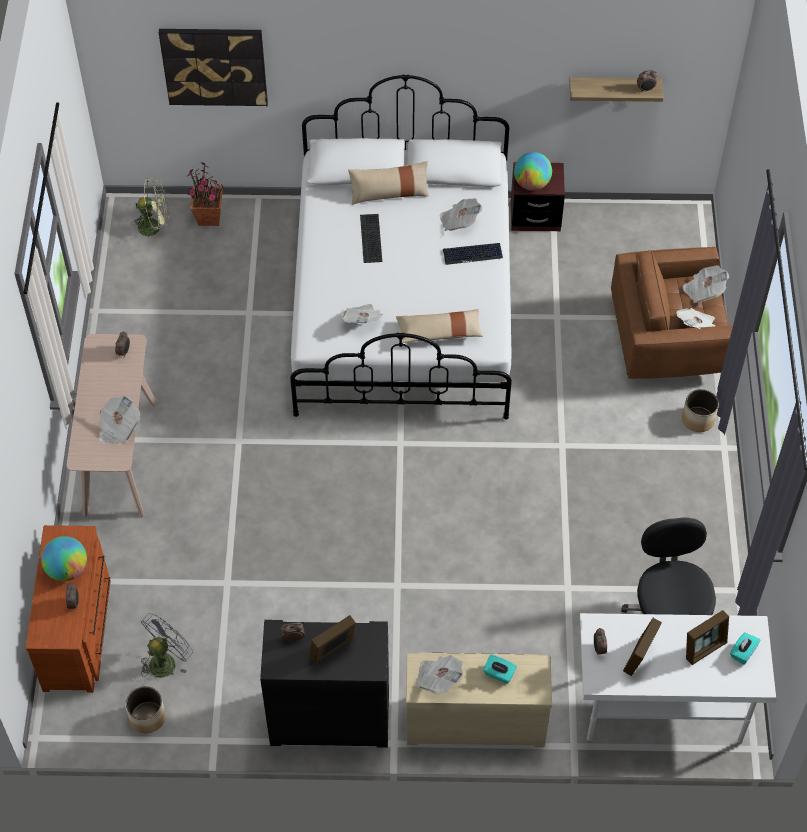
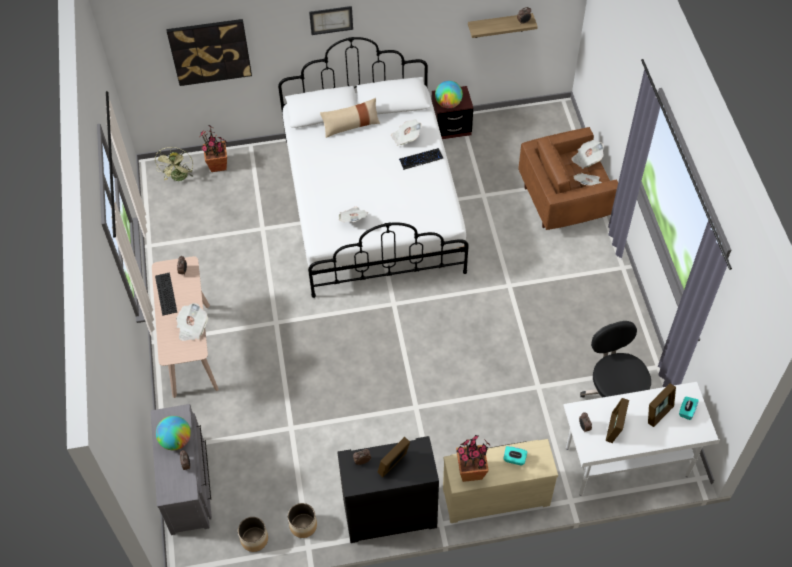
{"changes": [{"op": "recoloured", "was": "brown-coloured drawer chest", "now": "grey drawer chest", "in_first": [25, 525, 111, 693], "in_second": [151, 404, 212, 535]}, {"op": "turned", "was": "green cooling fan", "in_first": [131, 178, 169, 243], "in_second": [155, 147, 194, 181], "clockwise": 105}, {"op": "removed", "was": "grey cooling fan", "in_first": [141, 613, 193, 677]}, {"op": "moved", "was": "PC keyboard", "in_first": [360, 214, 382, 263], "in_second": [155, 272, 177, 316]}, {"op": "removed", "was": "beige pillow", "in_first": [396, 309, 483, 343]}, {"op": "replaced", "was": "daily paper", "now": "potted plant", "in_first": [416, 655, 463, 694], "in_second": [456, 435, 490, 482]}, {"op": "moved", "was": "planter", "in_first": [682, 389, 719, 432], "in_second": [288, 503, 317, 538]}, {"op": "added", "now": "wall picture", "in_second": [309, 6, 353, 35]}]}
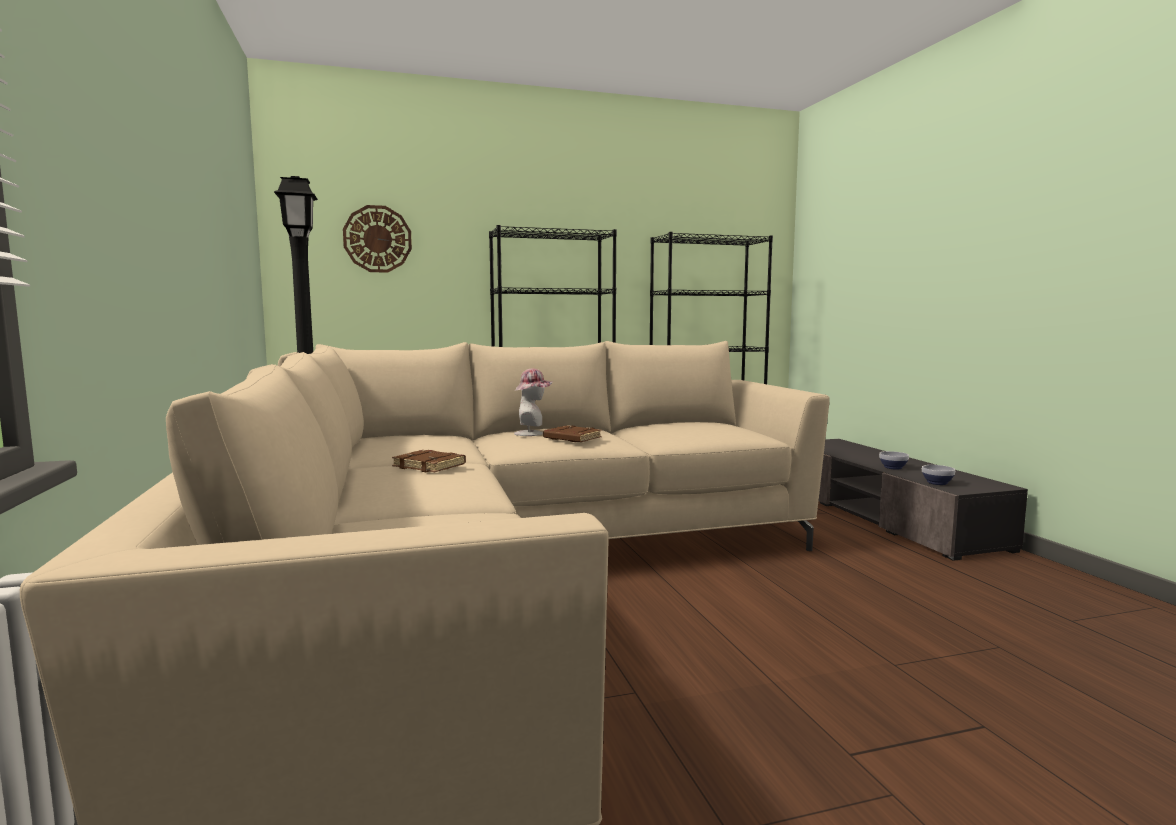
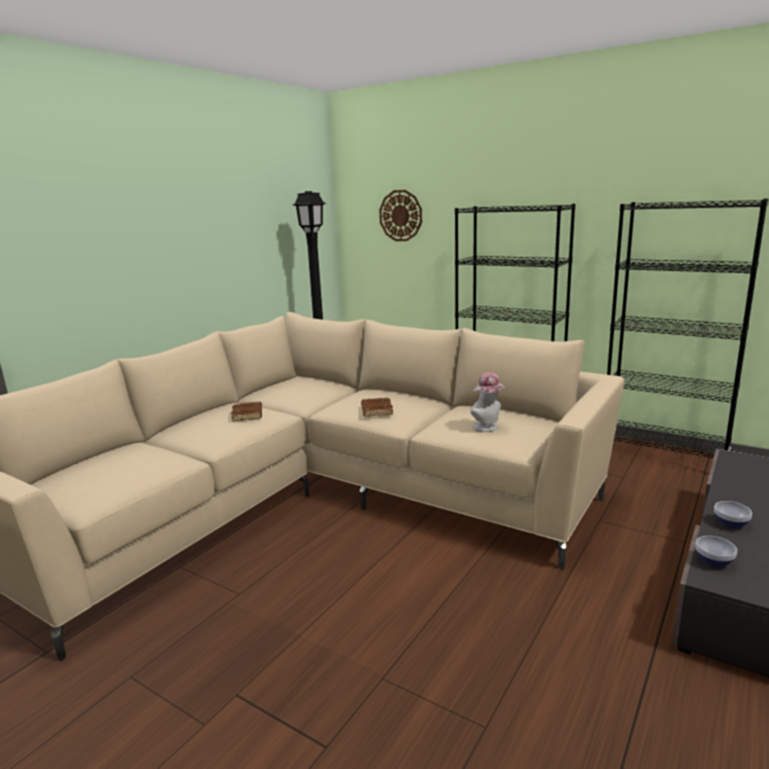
{"changes": [{"op": "moved", "was": "clothing hat", "in_first": [514, 368, 553, 436], "in_second": [470, 372, 505, 432]}]}
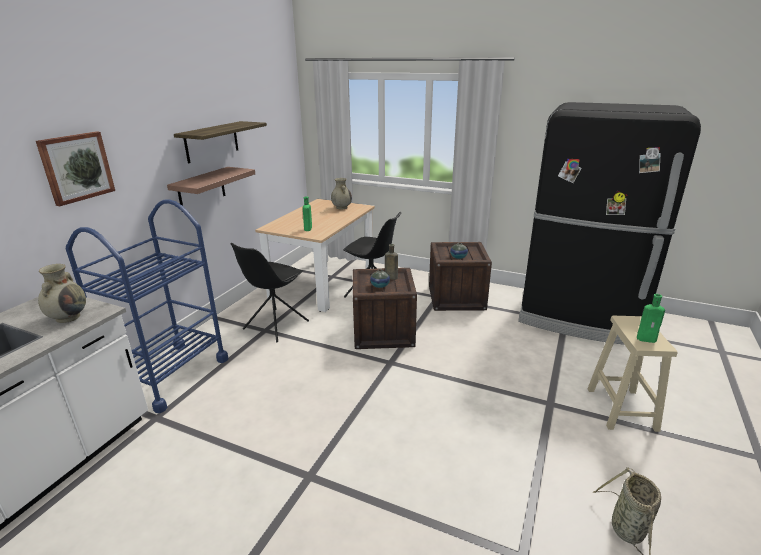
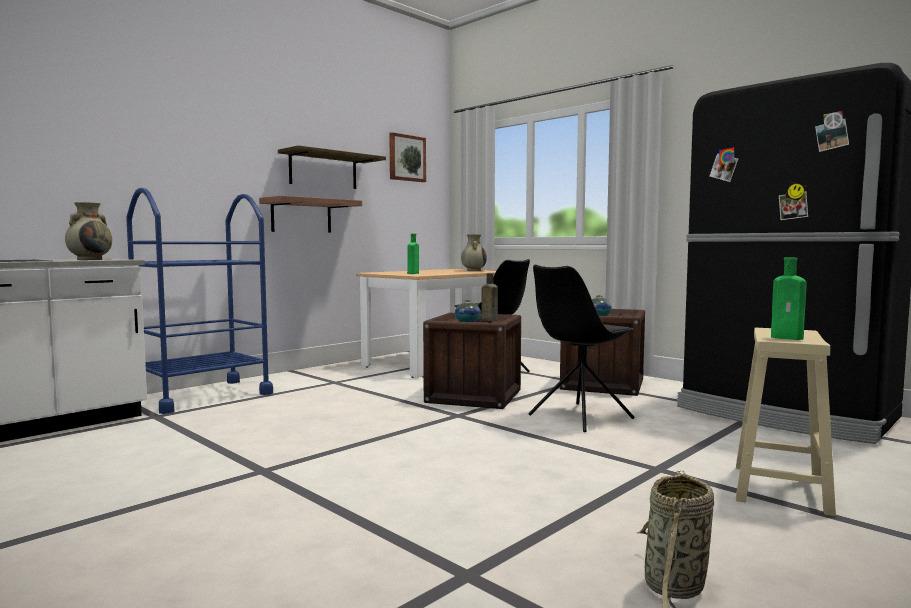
{"changes": [{"op": "moved", "was": "wall picture", "in_first": [36, 131, 115, 206], "in_second": [389, 132, 426, 182]}, {"op": "moved", "was": "black-coloured plain chair", "in_first": [230, 243, 309, 342], "in_second": [528, 265, 635, 432]}]}
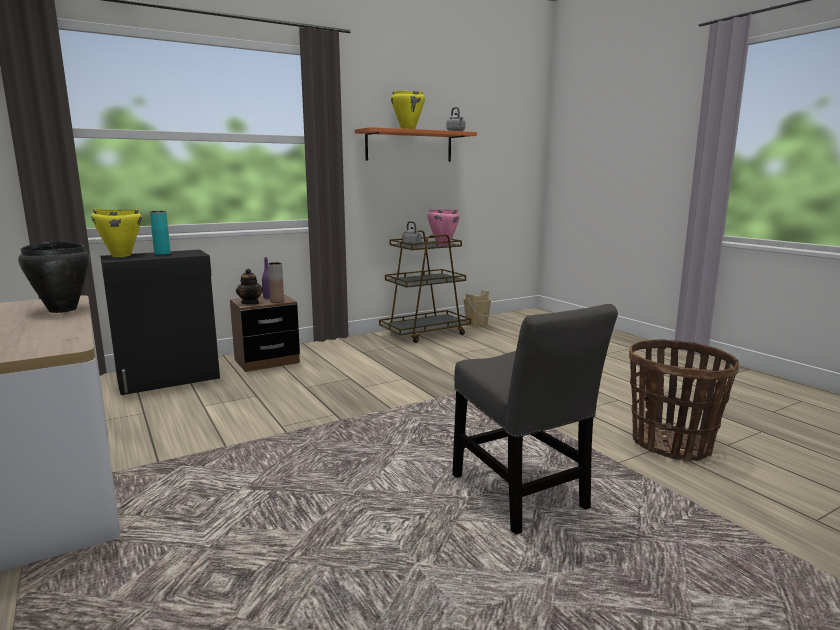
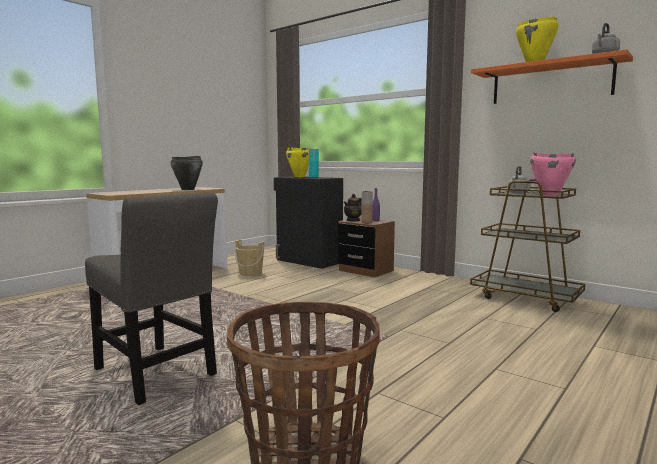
{"changes": [{"op": "turned", "was": "grey plain chair", "in_first": [452, 304, 618, 535], "in_second": [85, 192, 218, 405], "clockwise": -90}, {"op": "moved", "was": "beige pail", "in_first": [464, 290, 491, 327], "in_second": [235, 240, 265, 276]}]}
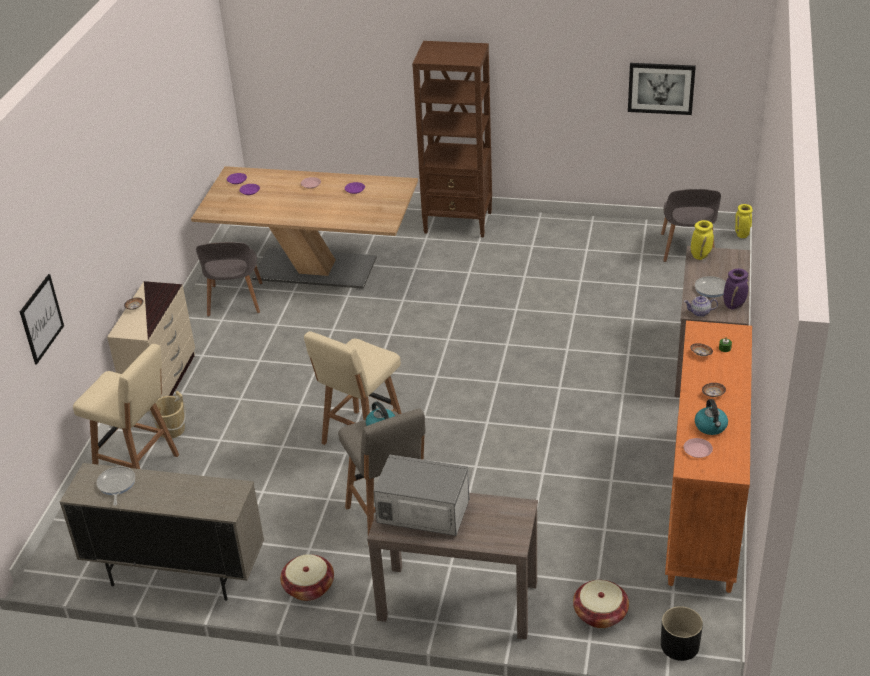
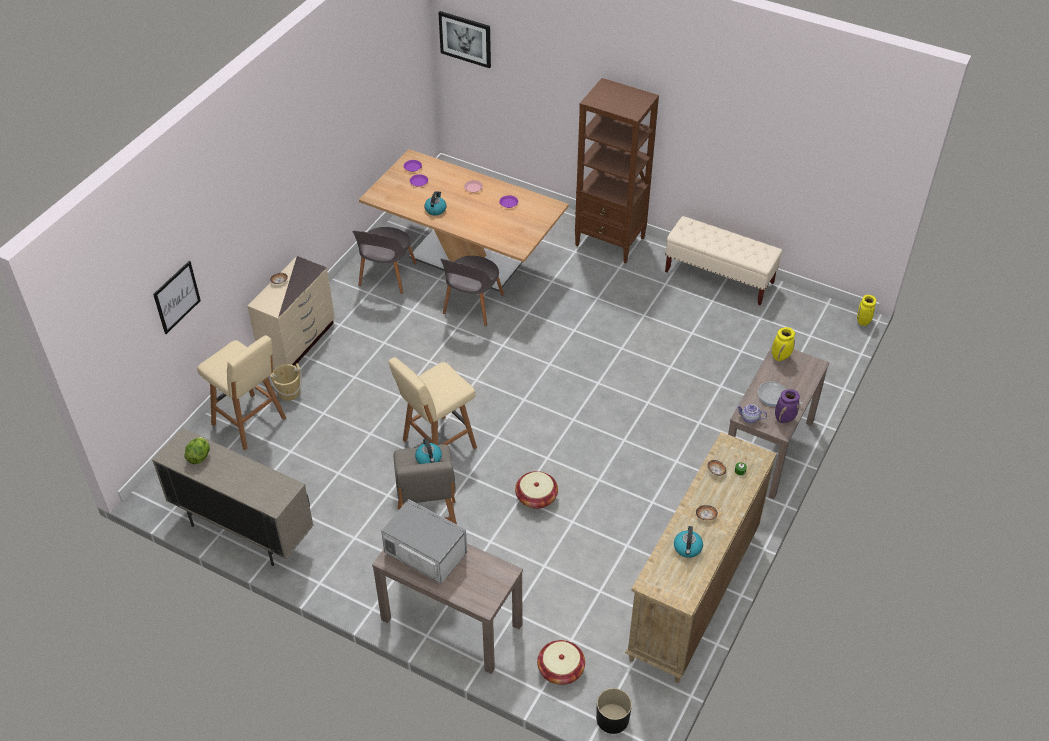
{"changes": [{"op": "replaced", "was": "pan", "now": "lettuce head", "in_first": [96, 466, 135, 506], "in_second": [184, 437, 210, 464]}, {"op": "moved", "was": "basket", "in_first": [280, 554, 334, 601], "in_second": [515, 471, 558, 509]}, {"op": "moved", "was": "wall picture", "in_first": [628, 63, 696, 115], "in_second": [438, 11, 491, 68]}, {"op": "moved", "was": "grey plain chair", "in_first": [661, 189, 721, 262], "in_second": [440, 256, 504, 326]}, {"op": "recoloured", "was": "orange-coloured drawer chest", "now": "beige drawer chest", "in_first": [665, 321, 752, 593], "in_second": [625, 432, 776, 683]}, {"op": "removed", "was": "pink plate", "in_first": [683, 438, 713, 458]}, {"op": "added", "now": "kettle", "in_second": [424, 191, 447, 216]}, {"op": "added", "now": "beige bench", "in_second": [665, 216, 782, 306]}]}
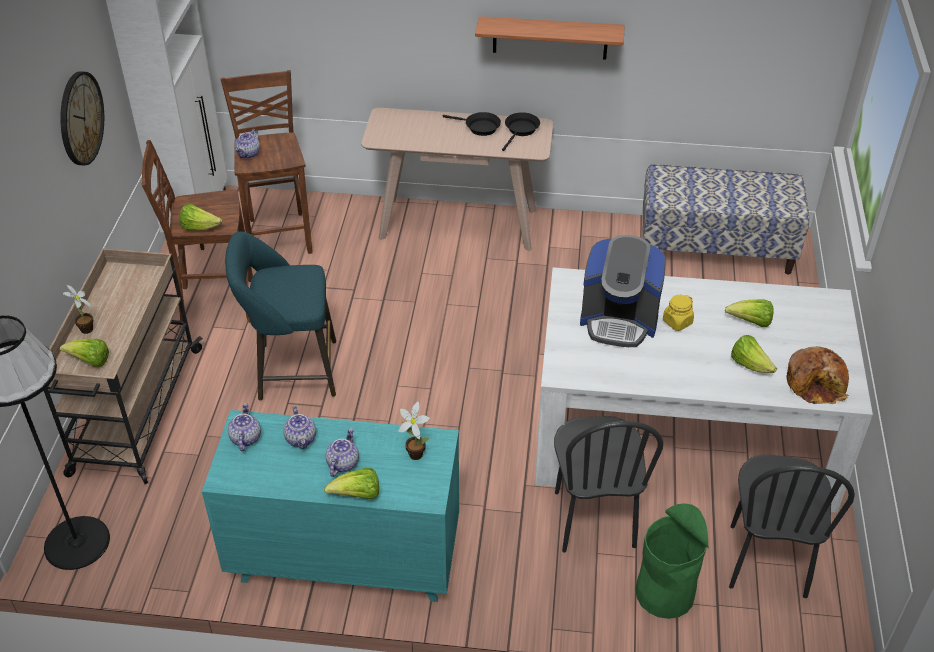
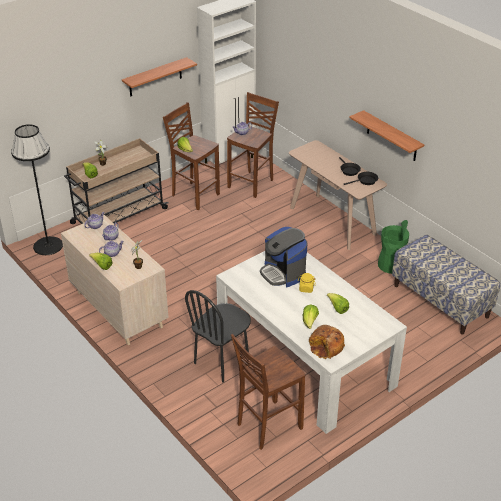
{"changes": [{"op": "replaced", "was": "wall clock", "now": "shelf", "in_first": [60, 71, 104, 166], "in_second": [122, 57, 197, 96]}, {"op": "recoloured", "was": "turquoise drawer chest", "now": "beige drawer chest", "in_first": [202, 410, 459, 602], "in_second": [61, 215, 169, 345]}, {"op": "removed", "was": "turquoise stool seat", "in_first": [225, 232, 336, 400]}, {"op": "moved", "was": "green trash can", "in_first": [635, 503, 708, 619], "in_second": [378, 220, 409, 274]}, {"op": "replaced", "was": "black-coloured plain chair", "now": "brown-coloured stool seat", "in_first": [729, 455, 855, 598], "in_second": [231, 334, 305, 450]}]}
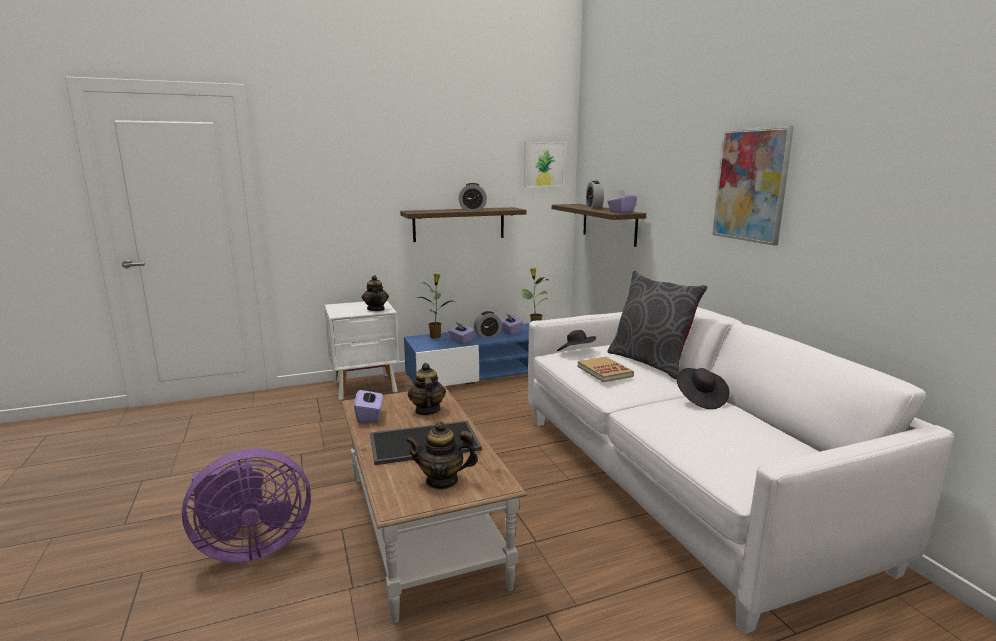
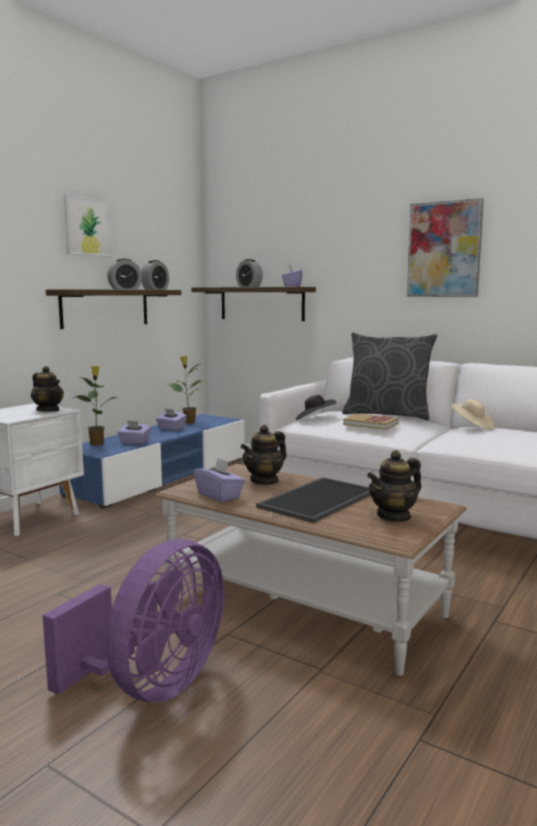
{"changes": [{"op": "turned", "was": "tea pot", "in_first": [408, 363, 446, 415], "in_second": [241, 425, 287, 485], "clockwise": -90}, {"op": "moved", "was": "table clock", "in_first": [474, 311, 502, 338], "in_second": [141, 260, 169, 290]}, {"op": "moved", "was": "wall picture", "in_first": [524, 142, 565, 188], "in_second": [64, 194, 113, 257]}, {"op": "recoloured", "was": "black-coloured clothing hat", "now": "beige clothing hat", "in_first": [677, 368, 729, 409], "in_second": [451, 399, 494, 430]}]}
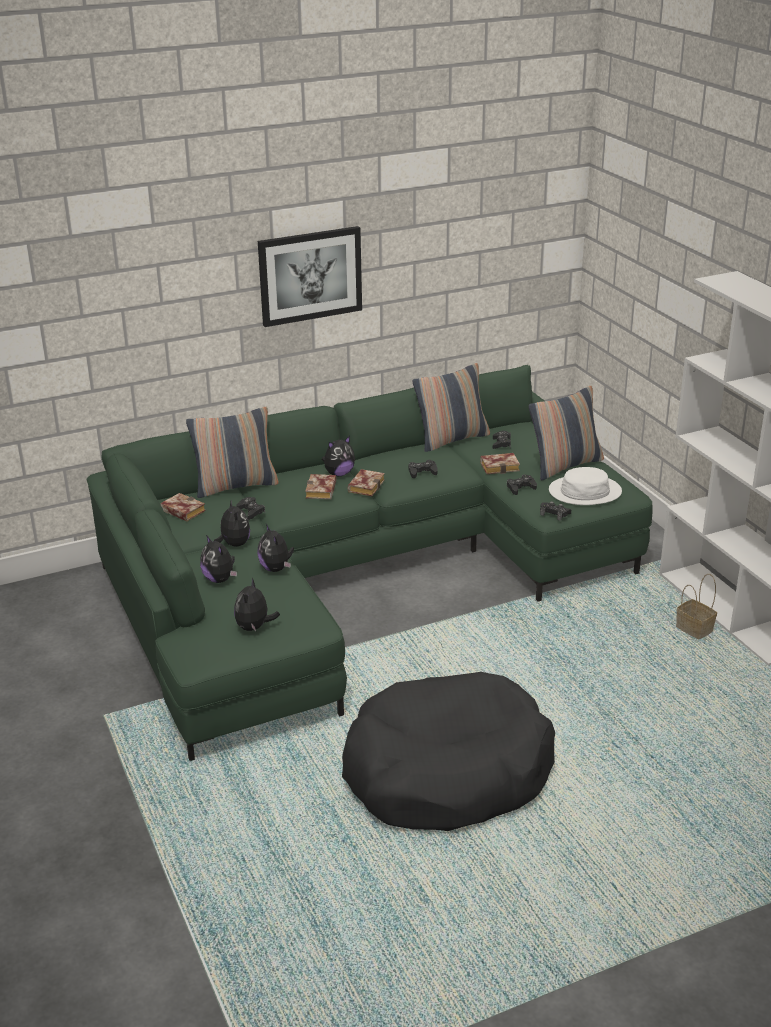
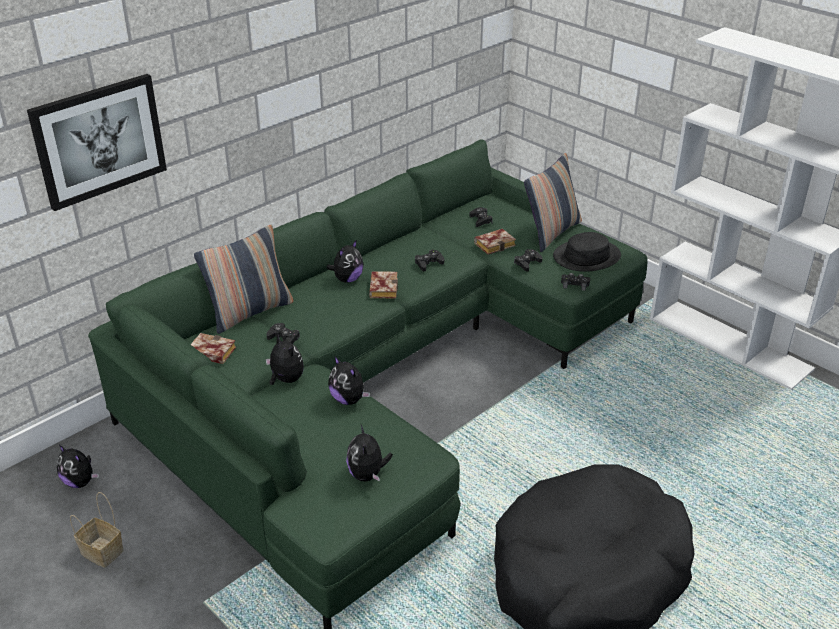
{"changes": [{"op": "moved", "was": "soft toy", "in_first": [200, 535, 237, 583], "in_second": [57, 445, 99, 488]}, {"op": "moved", "was": "wall picture", "in_first": [258, 226, 362, 327], "in_second": [27, 74, 167, 211]}, {"op": "removed", "was": "volume", "in_first": [305, 474, 336, 499]}, {"op": "removed", "was": "pillow", "in_first": [413, 363, 490, 452]}, {"op": "recoloured", "was": "white-coloured clothing hat", "now": "black-coloured clothing hat", "in_first": [549, 467, 622, 505], "in_second": [553, 232, 621, 272]}, {"op": "moved", "was": "basket", "in_first": [676, 574, 717, 639], "in_second": [70, 492, 124, 568]}]}
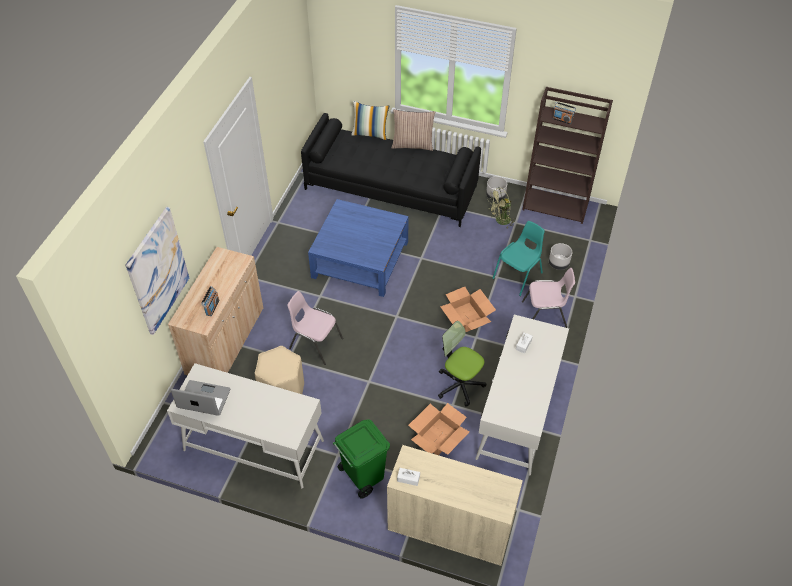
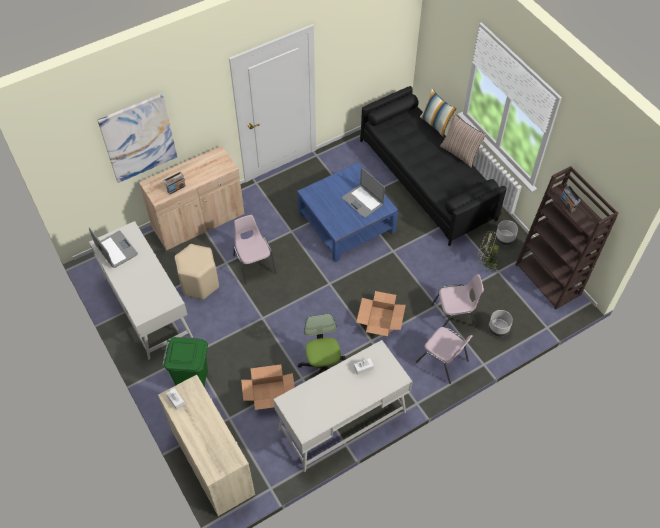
{"changes": [{"op": "recoloured", "was": "turquoise plain chair", "now": "pink plain chair", "in_first": [492, 221, 545, 296], "in_second": [431, 274, 484, 327]}, {"op": "added", "now": "notebook computer", "in_second": [342, 168, 385, 218]}]}
